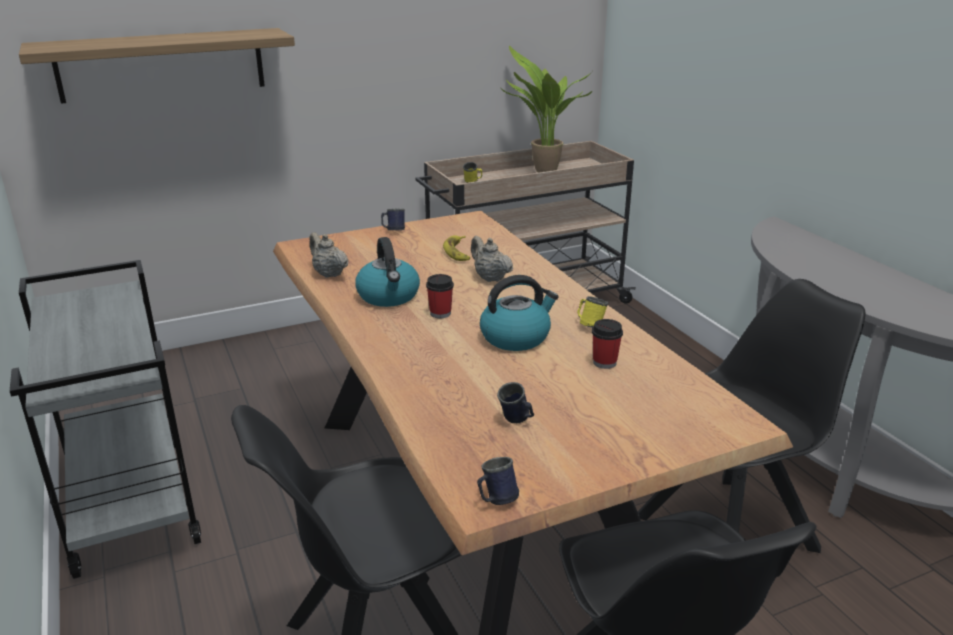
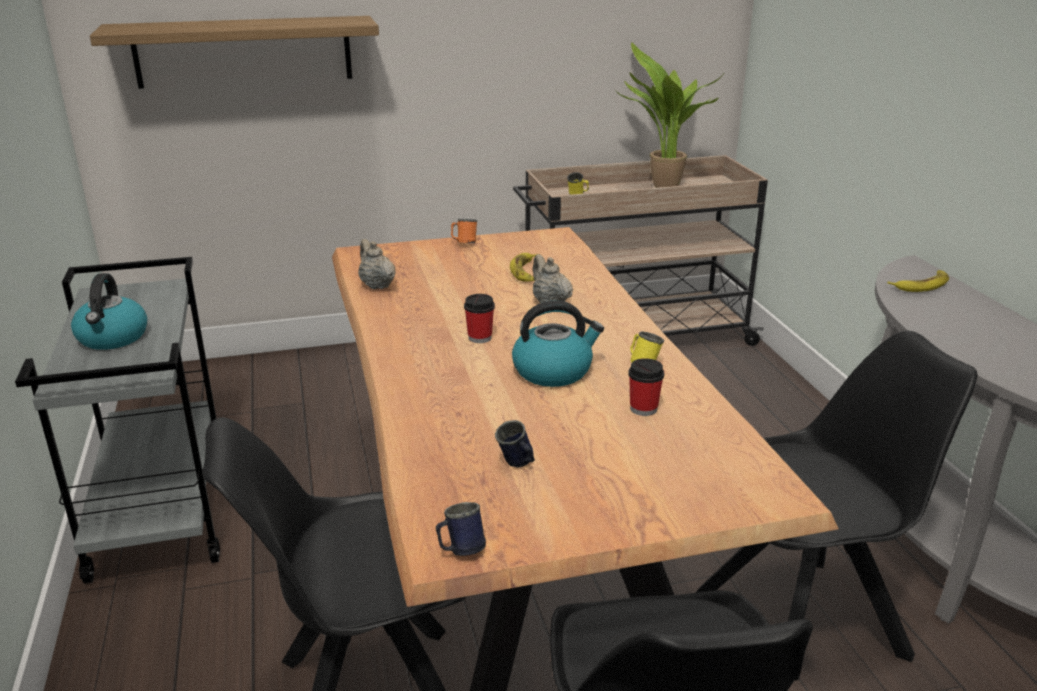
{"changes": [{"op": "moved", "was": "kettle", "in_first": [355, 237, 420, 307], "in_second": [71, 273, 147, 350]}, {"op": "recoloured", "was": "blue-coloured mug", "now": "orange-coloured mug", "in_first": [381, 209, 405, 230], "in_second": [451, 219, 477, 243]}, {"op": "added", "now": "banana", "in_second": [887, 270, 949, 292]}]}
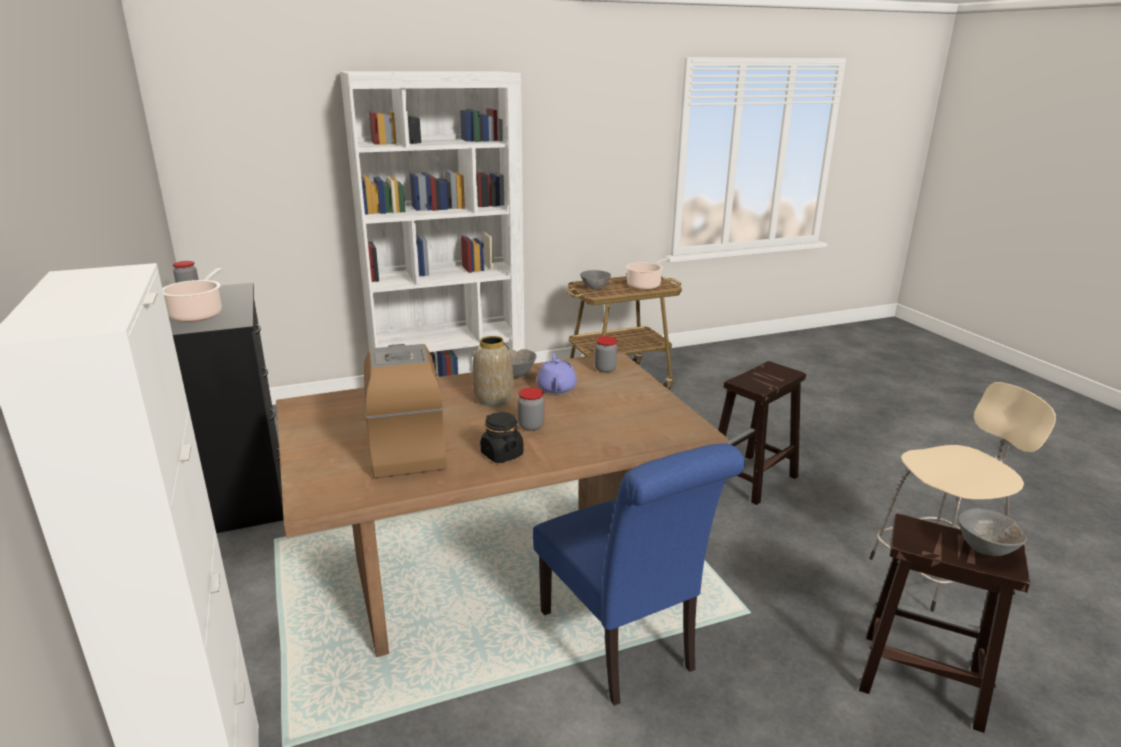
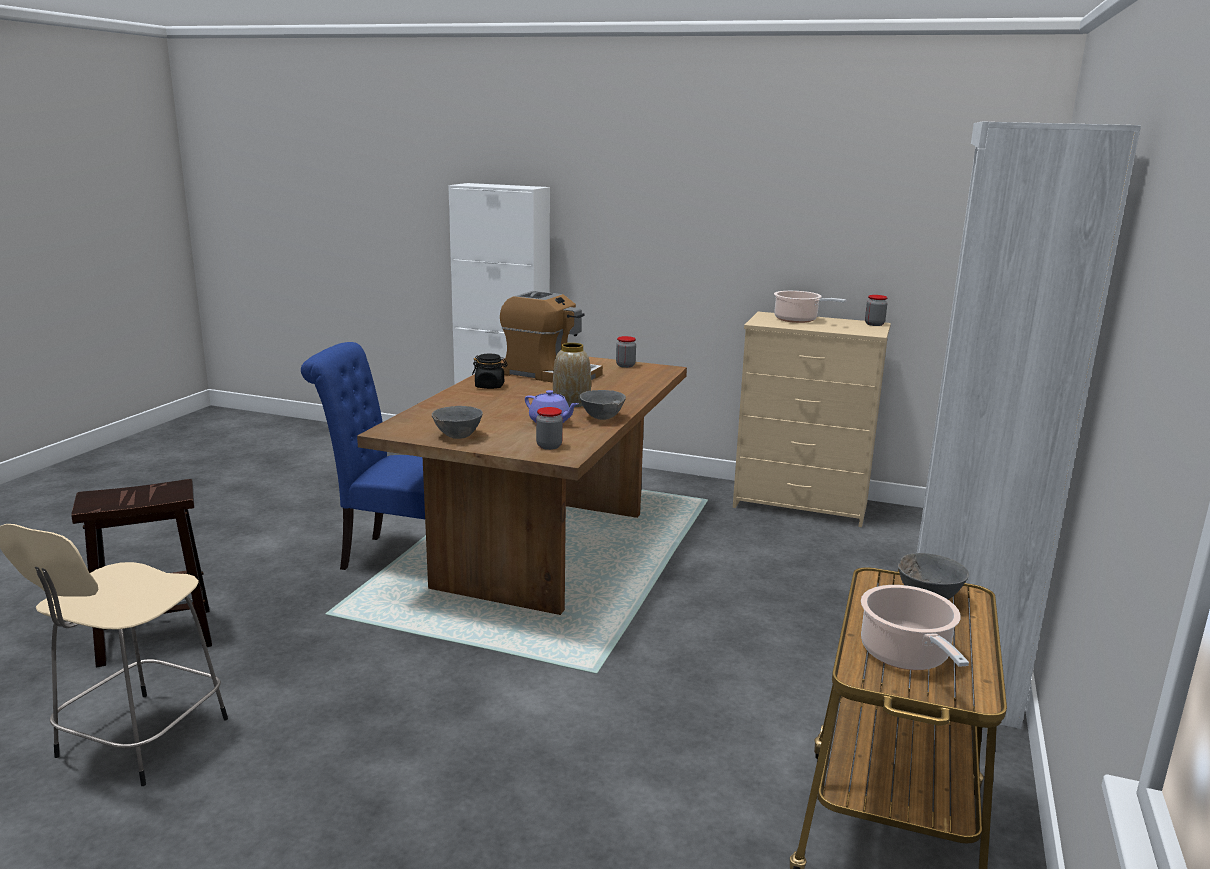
{"changes": [{"op": "recoloured", "was": "black-coloured drawer chest", "now": "beige drawer chest", "in_first": [168, 283, 283, 533], "in_second": [733, 312, 891, 527]}, {"op": "moved", "was": "storage jar", "in_first": [518, 387, 544, 431], "in_second": [616, 336, 636, 368]}, {"op": "removed", "was": "brown-coloured stool seat", "in_first": [718, 361, 806, 505]}, {"op": "moved", "was": "grey bowl", "in_first": [958, 508, 1027, 556], "in_second": [432, 406, 483, 439]}]}
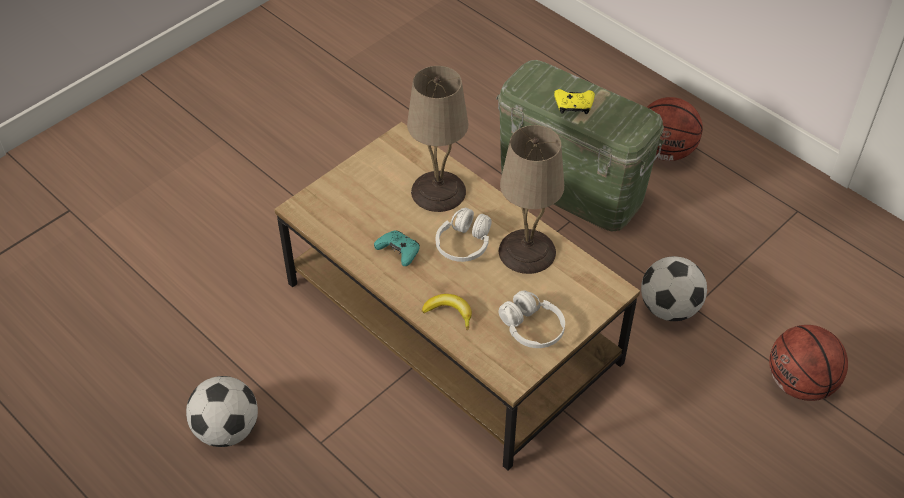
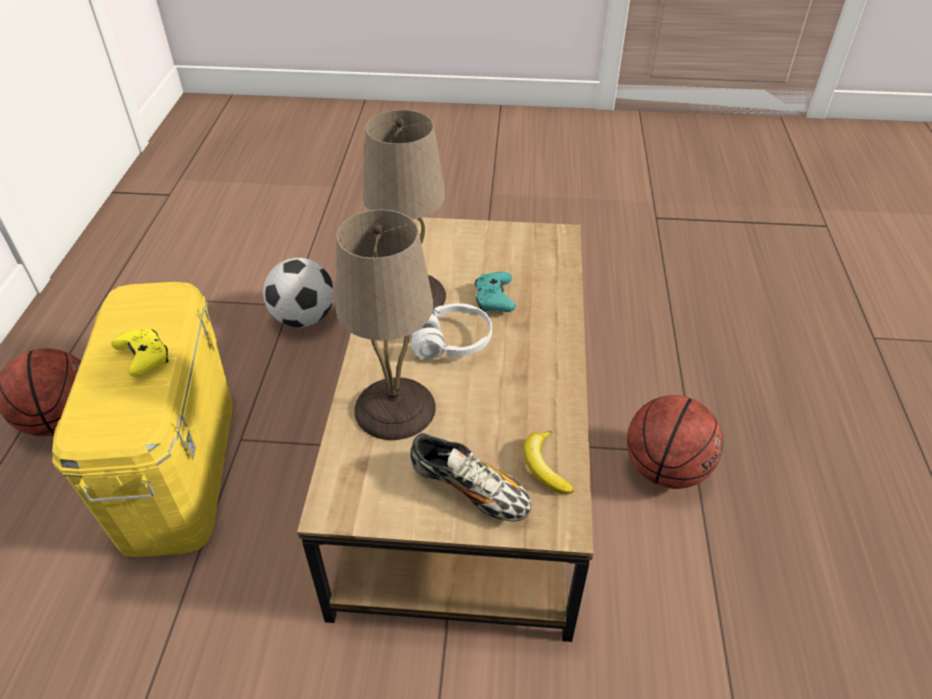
{"changes": [{"op": "removed", "was": "ball for football", "in_first": [186, 376, 258, 447]}, {"op": "moved", "was": "turquoise game controller", "in_first": [374, 230, 420, 266], "in_second": [475, 272, 516, 312]}, {"op": "moved", "was": "banana", "in_first": [422, 294, 472, 330], "in_second": [523, 430, 574, 494]}, {"op": "recoloured", "was": "green storage bin", "now": "yellow storage bin", "in_first": [496, 60, 665, 232], "in_second": [52, 282, 233, 557]}, {"op": "removed", "was": "white-coloured headset", "in_first": [498, 290, 565, 348]}, {"op": "moved", "was": "basketball ball", "in_first": [769, 325, 848, 401], "in_second": [627, 395, 723, 489]}, {"op": "added", "now": "item of footwear", "in_second": [410, 433, 532, 522]}]}
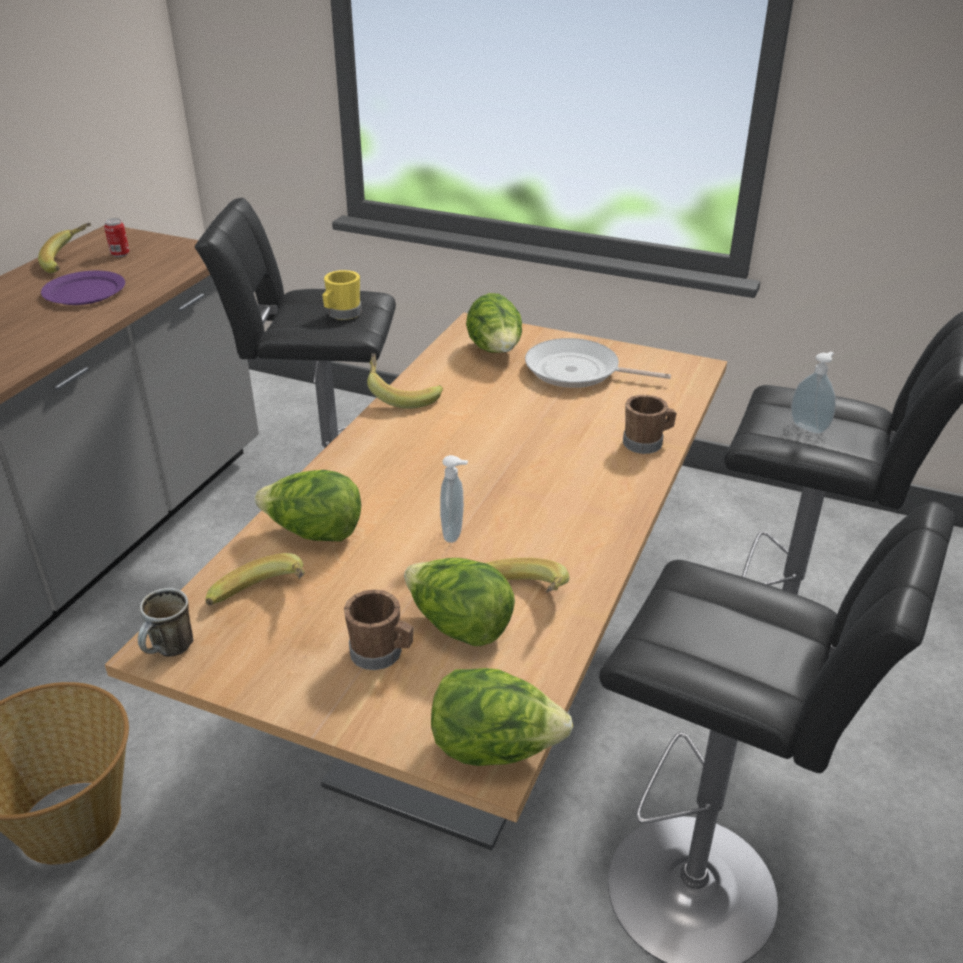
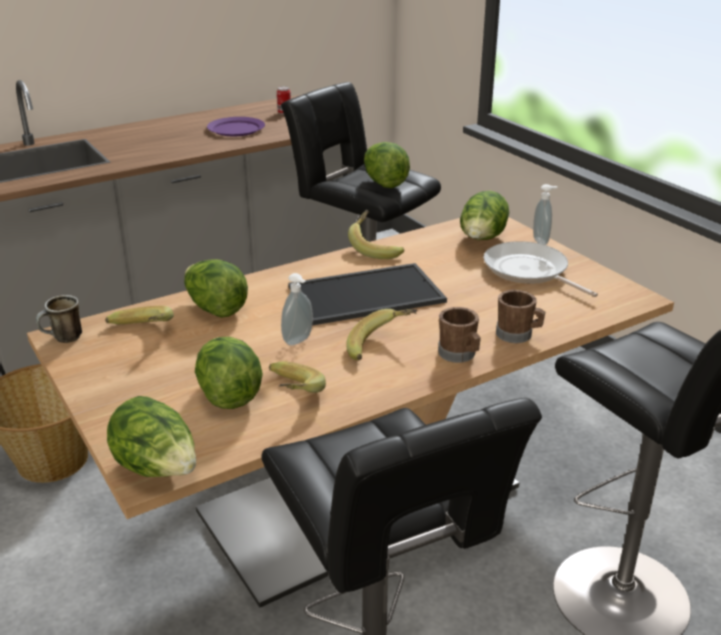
{"changes": [{"op": "moved", "was": "banana", "in_first": [38, 223, 91, 273], "in_second": [346, 309, 417, 360]}, {"op": "replaced", "was": "yellow mug", "now": "lettuce head", "in_first": [322, 270, 362, 320], "in_second": [364, 142, 410, 188]}, {"op": "moved", "was": "brown-coloured mug", "in_first": [344, 589, 413, 670], "in_second": [438, 307, 481, 363]}, {"op": "moved", "was": "soap dispenser", "in_first": [791, 351, 836, 434], "in_second": [533, 184, 557, 245]}, {"op": "added", "now": "serving tray", "in_second": [288, 263, 447, 326]}]}
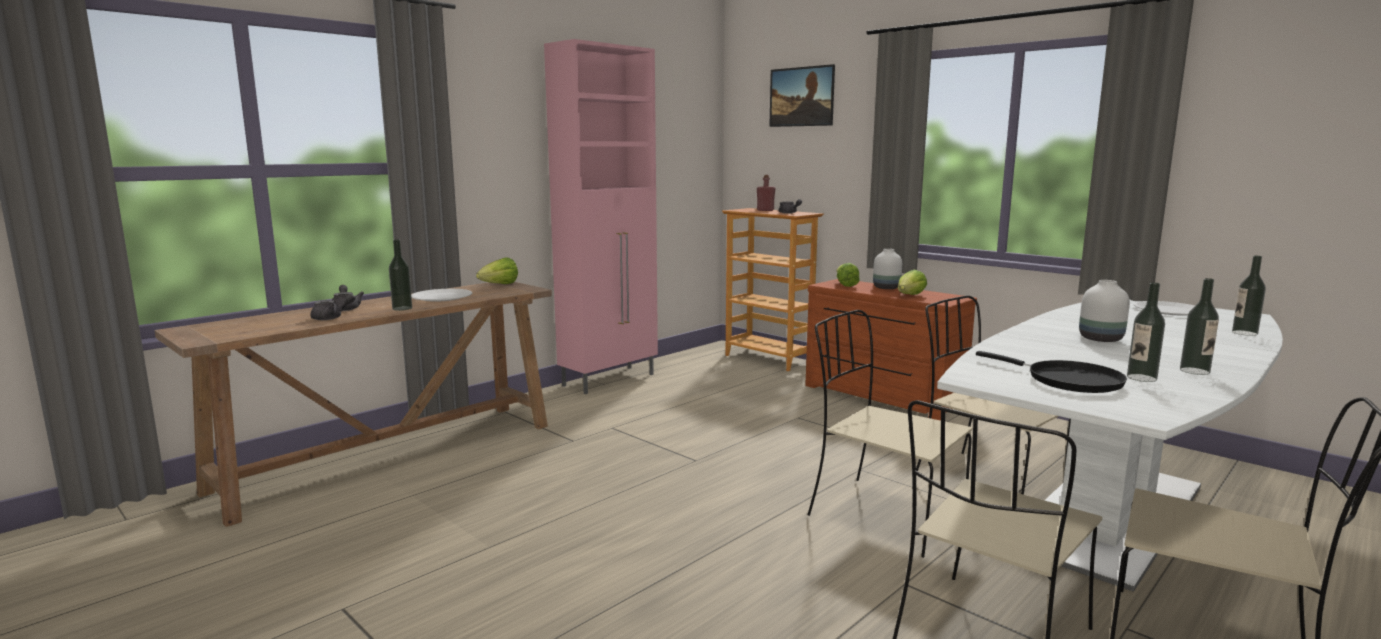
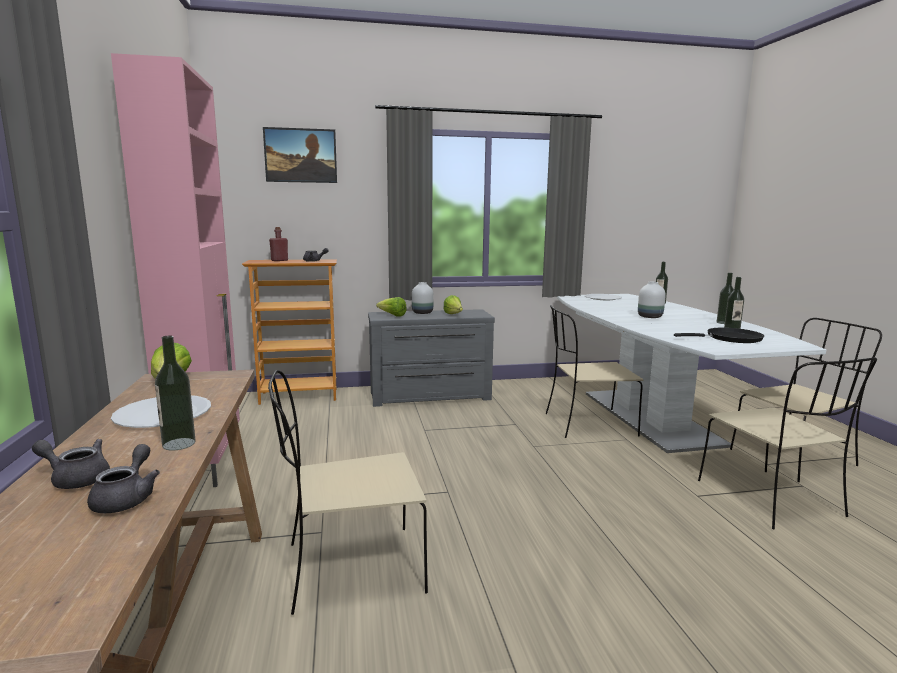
{"changes": [{"op": "recoloured", "was": "brown-coloured drawer chest", "now": "grey drawer chest", "in_first": [805, 279, 977, 421], "in_second": [368, 309, 495, 407]}, {"op": "moved", "was": "beige plain chair", "in_first": [807, 310, 973, 558], "in_second": [268, 370, 428, 615]}]}
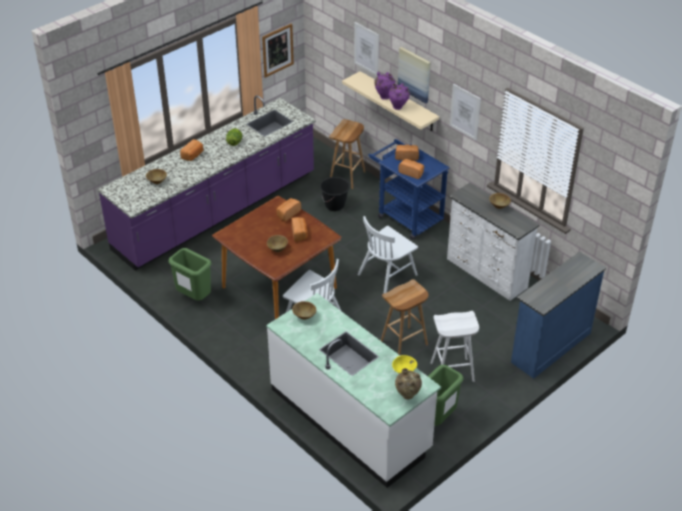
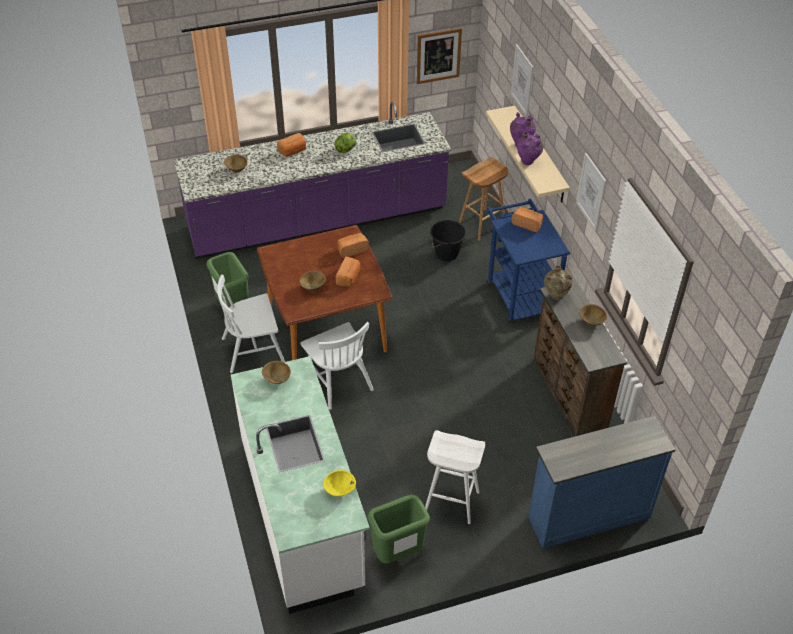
{"changes": [{"op": "moved", "was": "white-coloured plain chair", "in_first": [358, 216, 418, 293], "in_second": [217, 275, 285, 373]}, {"op": "removed", "was": "brown-coloured stool seat", "in_first": [381, 279, 429, 355]}, {"op": "moved", "was": "beige flower vase", "in_first": [395, 368, 422, 399], "in_second": [544, 266, 573, 300]}, {"op": "removed", "was": "wall picture", "in_first": [398, 47, 431, 104]}, {"op": "removed", "was": "bakery bread", "in_first": [398, 159, 424, 179]}, {"op": "recoloured", "was": "white-coloured drawer chest", "now": "brown-coloured drawer chest", "in_first": [447, 183, 540, 301], "in_second": [533, 280, 627, 437]}]}
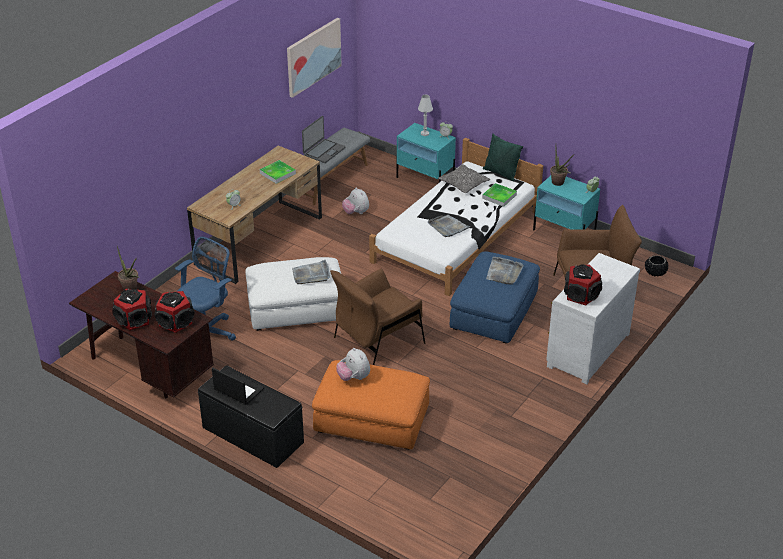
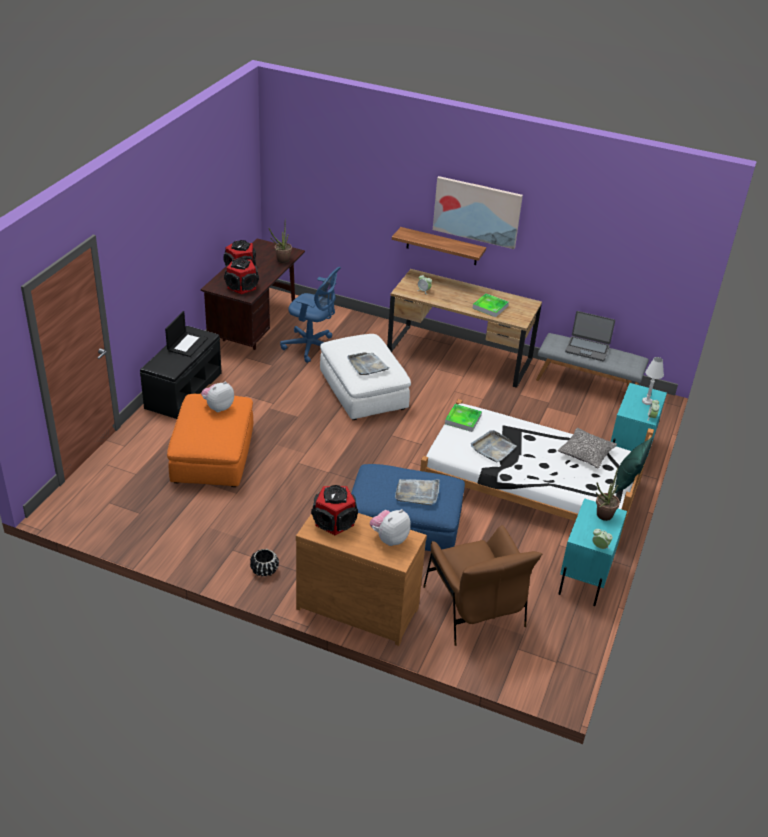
{"changes": [{"op": "moved", "was": "wall picture", "in_first": [287, 18, 342, 98], "in_second": [433, 176, 523, 249]}, {"op": "removed", "was": "brown-coloured armchair", "in_first": [330, 268, 425, 365]}, {"op": "moved", "was": "soft toy", "in_first": [342, 188, 369, 214], "in_second": [370, 509, 411, 546]}, {"op": "moved", "was": "serving tray", "in_first": [482, 183, 517, 207], "in_second": [445, 404, 482, 432]}, {"op": "recoloured", "was": "white-coloured drawer chest", "now": "brown-coloured drawer chest", "in_first": [546, 253, 640, 384], "in_second": [296, 513, 427, 646]}, {"op": "moved", "was": "black-coloured planter", "in_first": [645, 255, 668, 277], "in_second": [250, 549, 279, 577]}, {"op": "added", "now": "shelf", "in_second": [392, 227, 486, 265]}]}
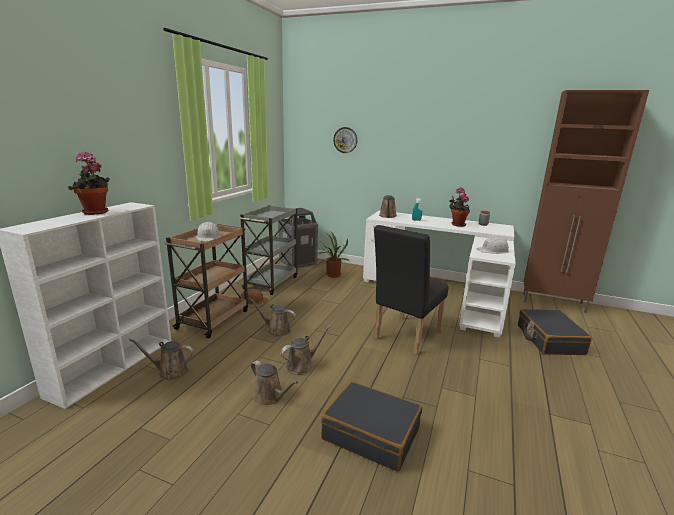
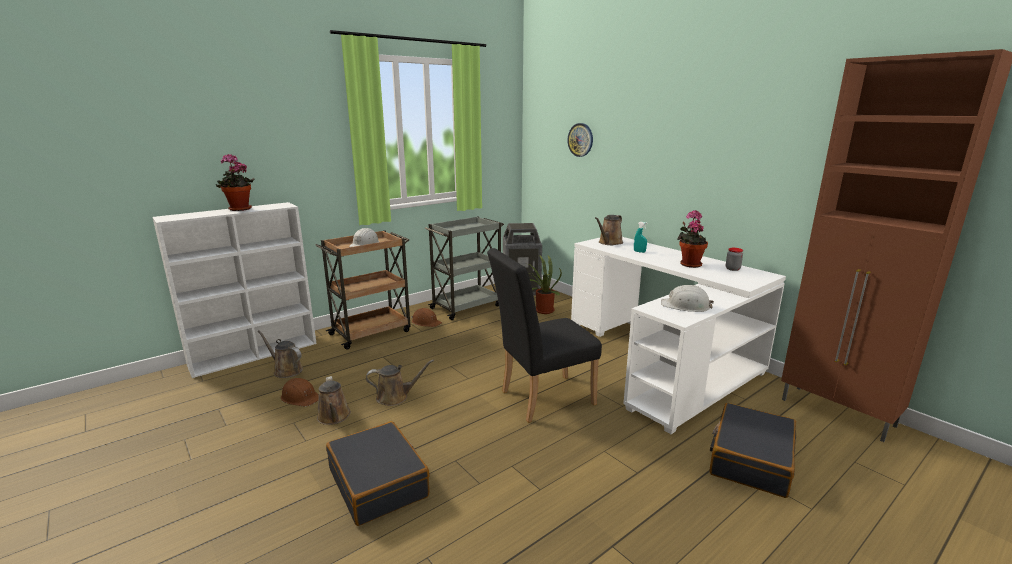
{"changes": [{"op": "removed", "was": "brown-coloured sprinkling can", "in_first": [249, 298, 296, 337]}, {"op": "added", "now": "brown-coloured safety helmet", "in_second": [281, 378, 319, 407]}]}
